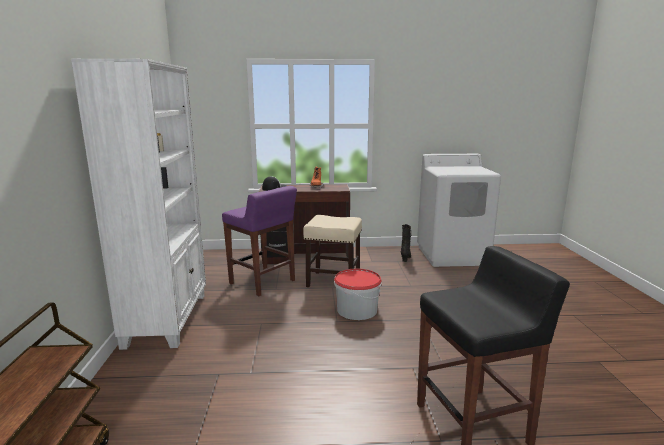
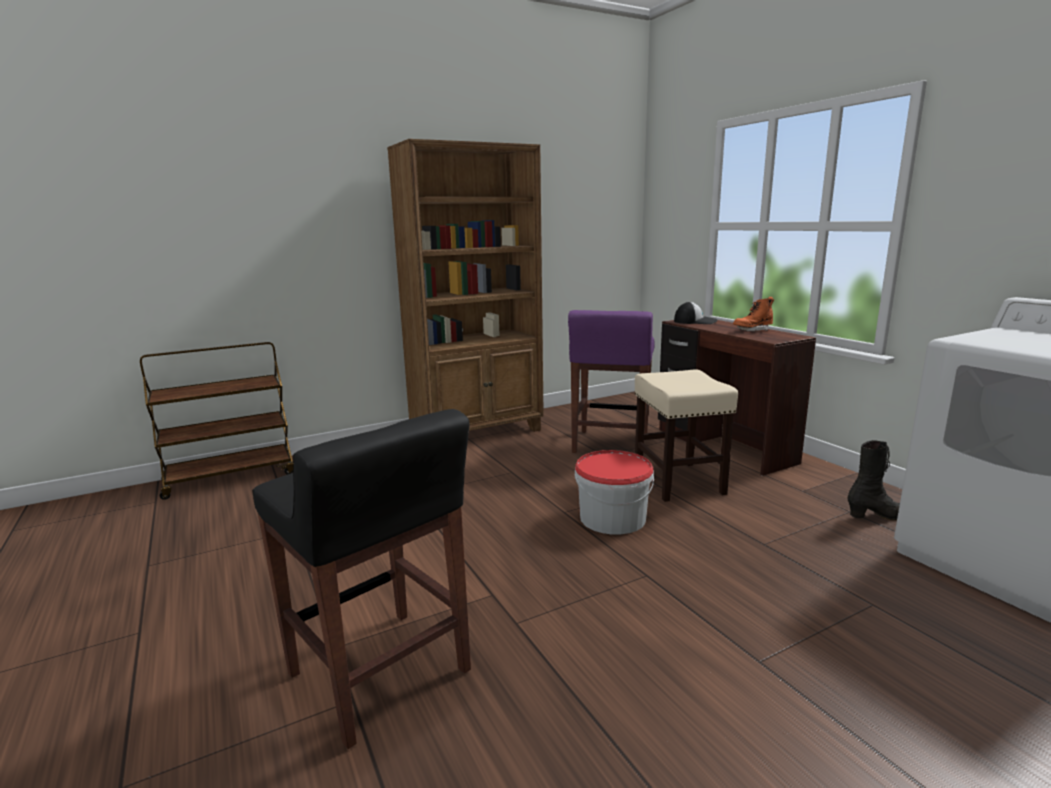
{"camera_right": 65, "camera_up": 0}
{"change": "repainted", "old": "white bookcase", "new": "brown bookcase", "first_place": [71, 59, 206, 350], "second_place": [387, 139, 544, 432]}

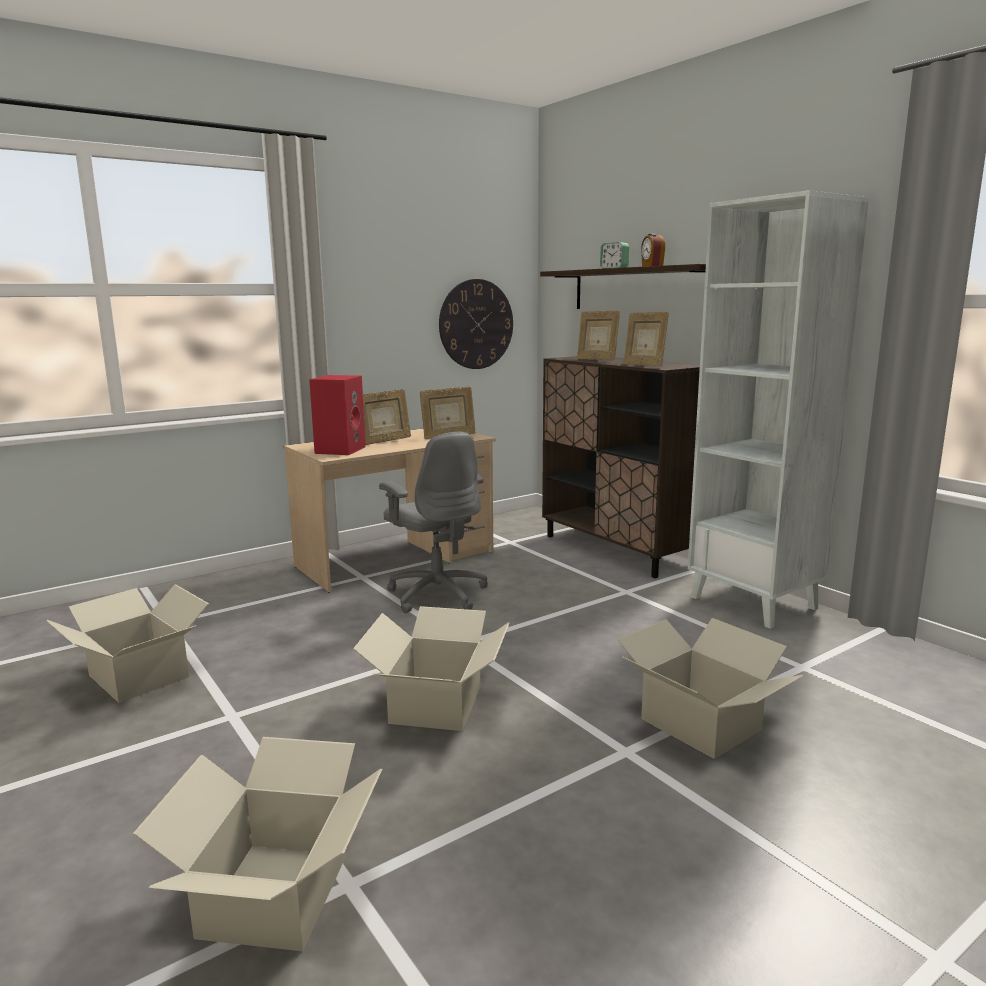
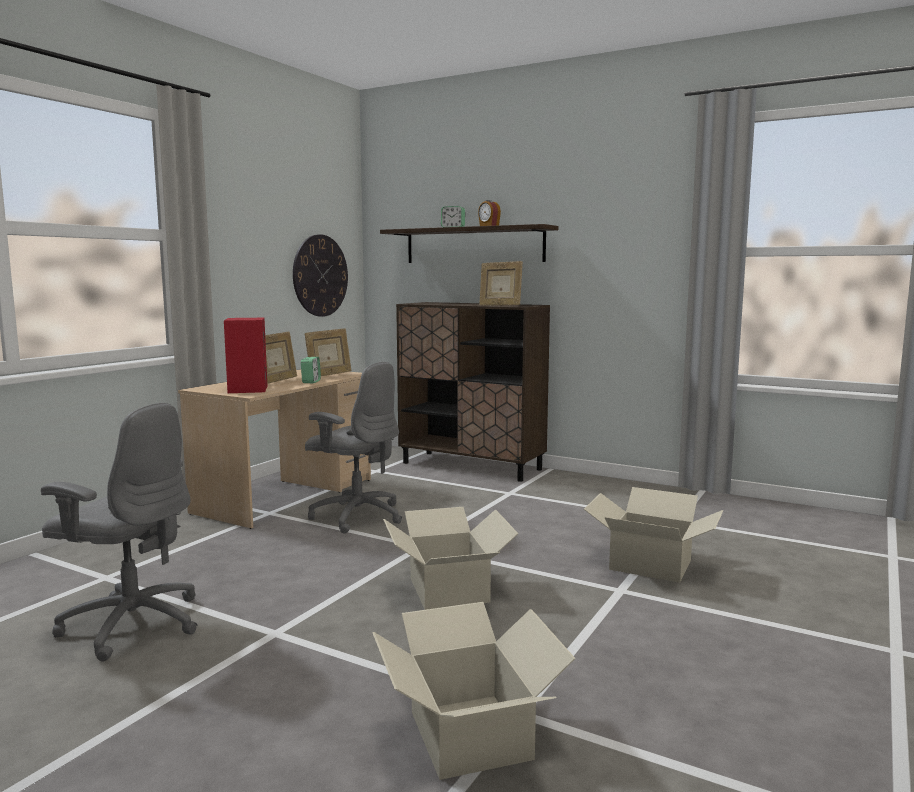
{"camera_right": -25, "camera_up": -5}
{"change": "swapped", "old": "cardboard box", "new": "grey office chair", "first_place": [46, 584, 209, 703], "second_place": [41, 403, 197, 661]}
{"change": "gone", "old": "picture frame", "first_place": [577, 310, 620, 360]}
{"change": "gone", "old": "white bookcase", "first_place": [688, 190, 869, 629]}
{"change": "new", "new": "alarm clock", "second_place": [301, 357, 321, 383]}

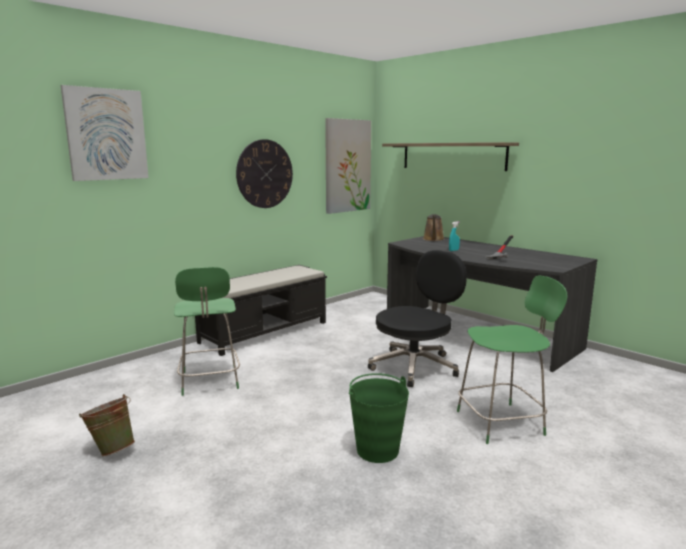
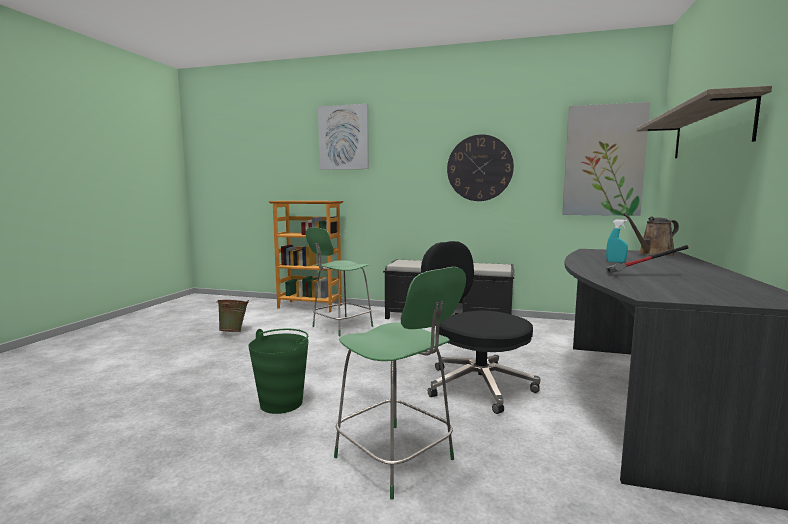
{"camera_right": 60, "camera_up": -5}
{"change": "rotated", "old": "black office chair", "first_place": [368, 250, 467, 387], "second_place": [421, 241, 541, 414], "degrees": -150}
{"change": "new", "new": "bookcase", "second_place": [268, 201, 344, 312]}

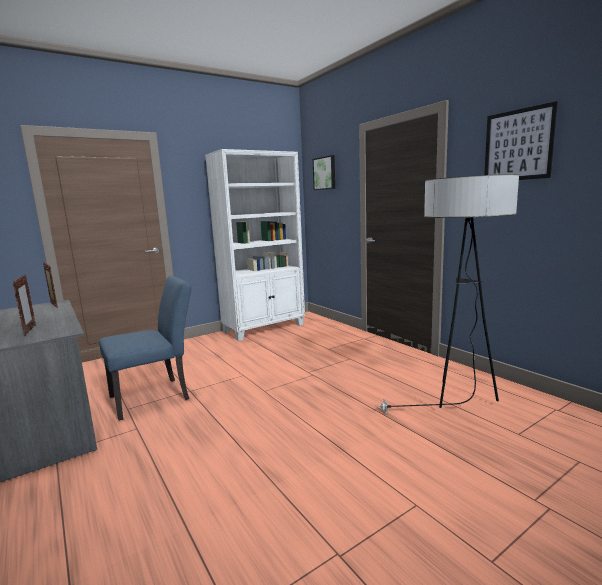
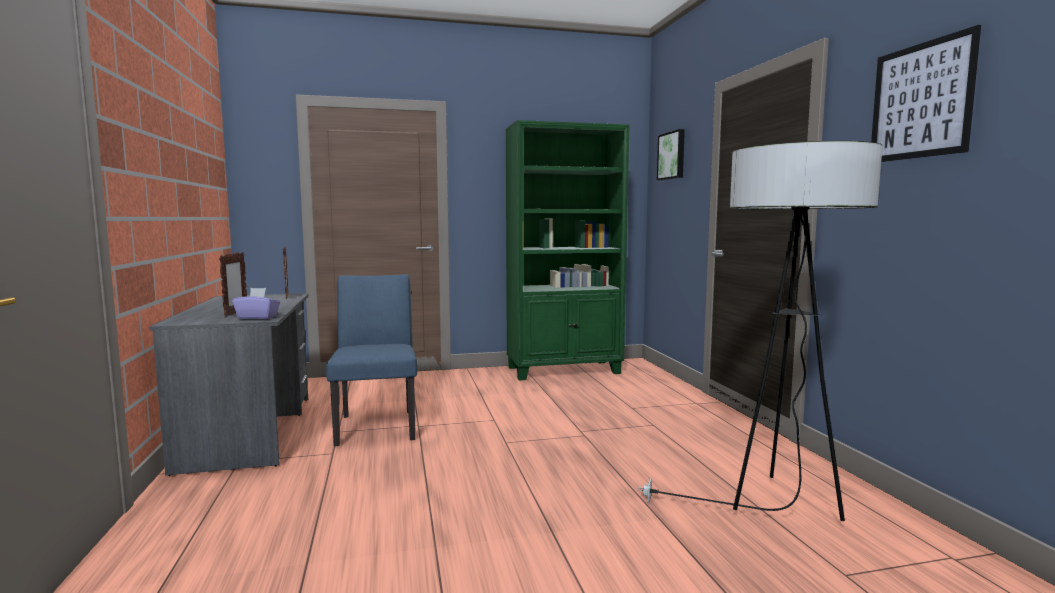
{"camera_right": 20, "camera_up": -5}
{"change": "rotated", "old": "blue chair", "first_place": [99, 276, 192, 421], "second_place": [326, 274, 418, 446], "degrees": -90}
{"change": "repainted", "old": "white bookcase", "new": "green bookcase", "first_place": [205, 149, 305, 341], "second_place": [505, 120, 629, 380]}
{"change": "new", "new": "purple tissue box", "second_place": [232, 288, 280, 319]}

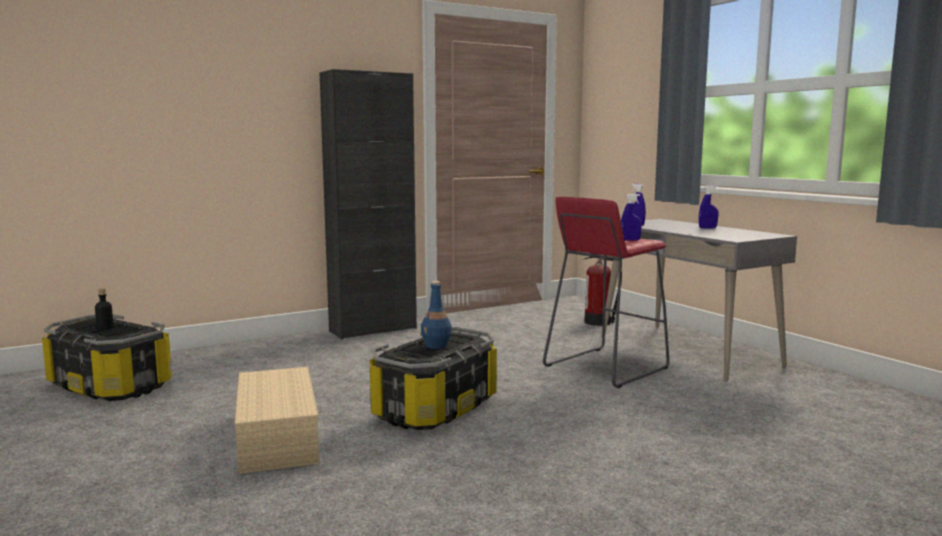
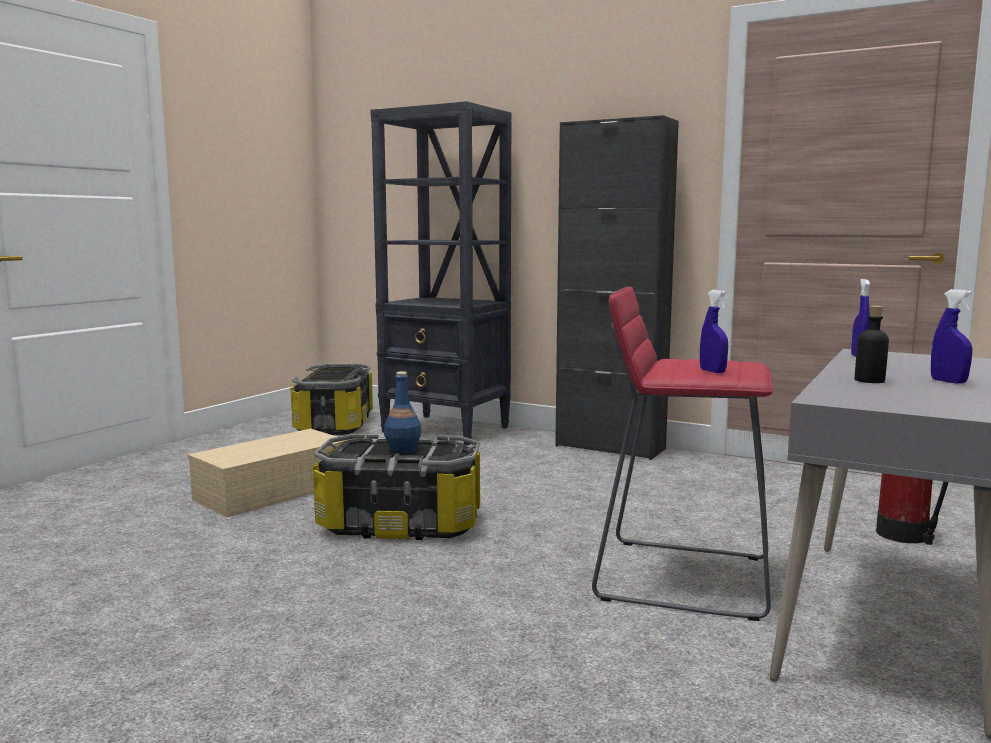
{"camera_right": 60, "camera_up": 0}
{"change": "shifted", "old": "black bottle", "first_place": [95, 289, 113, 330], "second_place": [855, 306, 889, 383]}
{"change": "new", "new": "black bookcase", "second_place": [370, 101, 512, 445]}

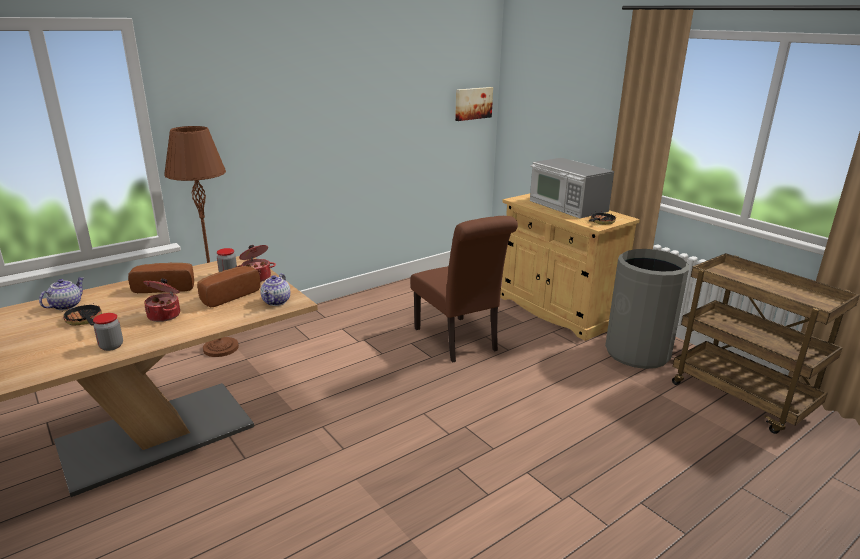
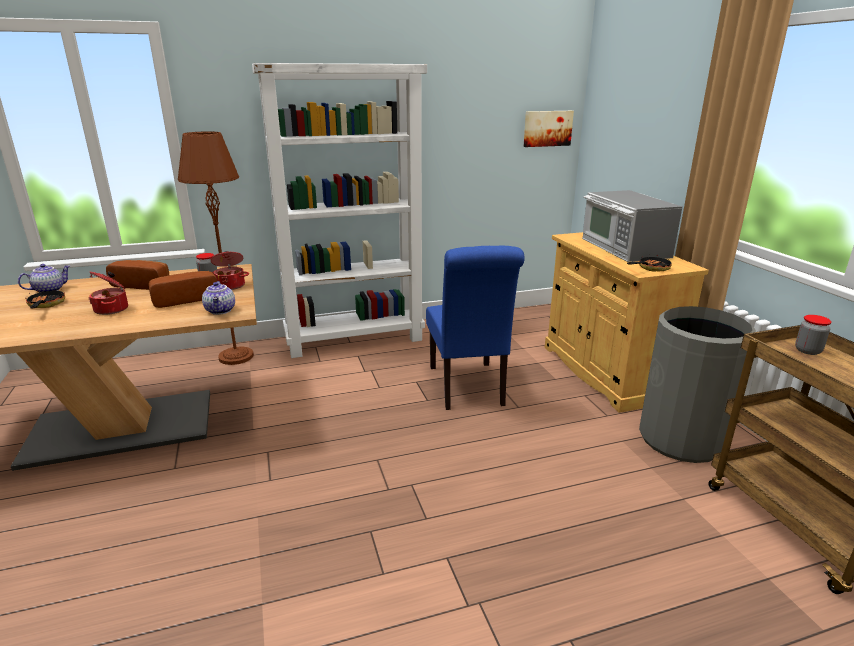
{"camera_right": 20, "camera_up": 0}
{"change": "shifted", "old": "jar", "first_place": [93, 313, 123, 351], "second_place": [795, 315, 831, 355]}
{"change": "rotated", "old": "teapot", "first_place": [260, 273, 290, 306], "second_place": [202, 281, 235, 315], "degrees": -45}
{"change": "repainted", "old": "brown chair", "new": "blue chair", "first_place": [411, 216, 518, 363], "second_place": [426, 246, 525, 410]}
{"change": "new", "new": "white bookcase", "second_place": [252, 63, 427, 358]}

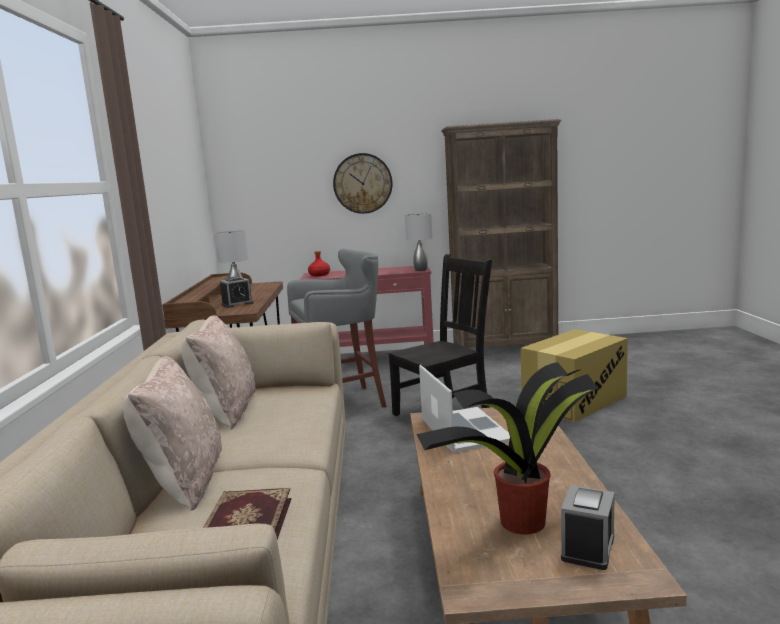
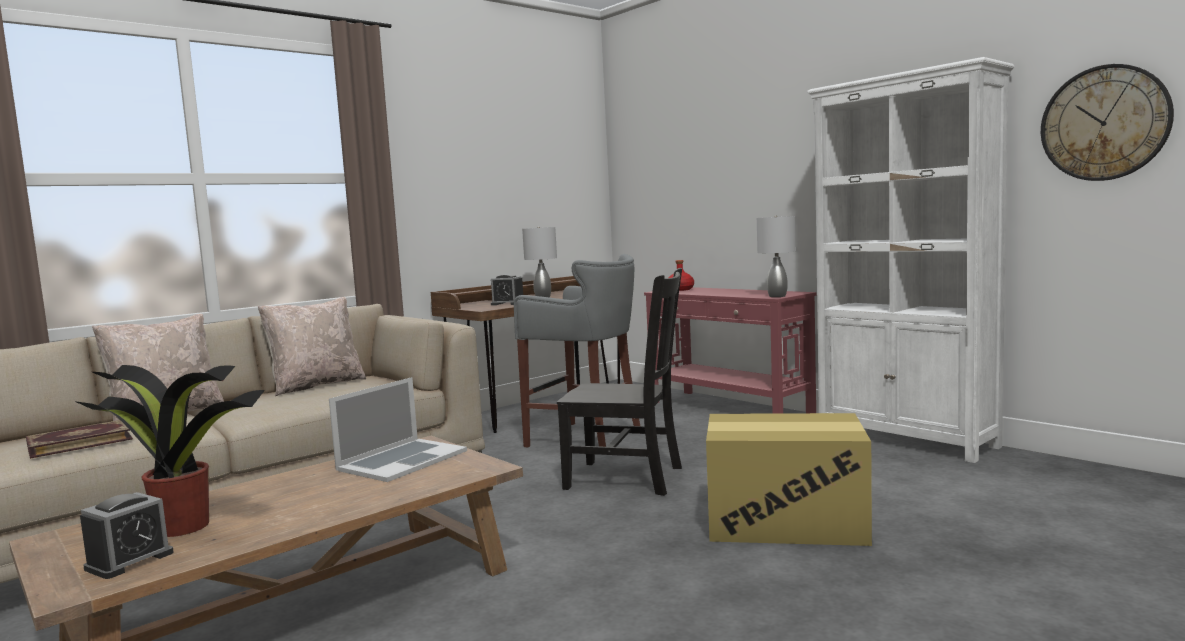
{"camera_right": 50, "camera_up": -5}
{"change": "shifted", "old": "wall clock", "first_place": [333, 153, 393, 214], "second_place": [1041, 64, 1174, 181]}
{"change": "repainted", "old": "brown bookcase", "new": "white bookcase", "first_place": [441, 119, 561, 348], "second_place": [807, 57, 1015, 463]}
{"change": "rotated", "old": "alarm clock", "first_place": [561, 485, 615, 570], "second_place": [80, 492, 174, 579], "degrees": -45}

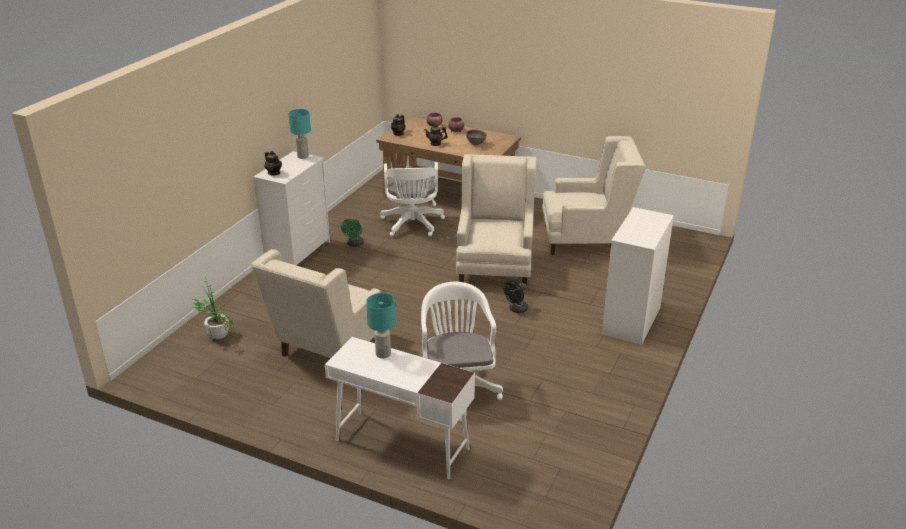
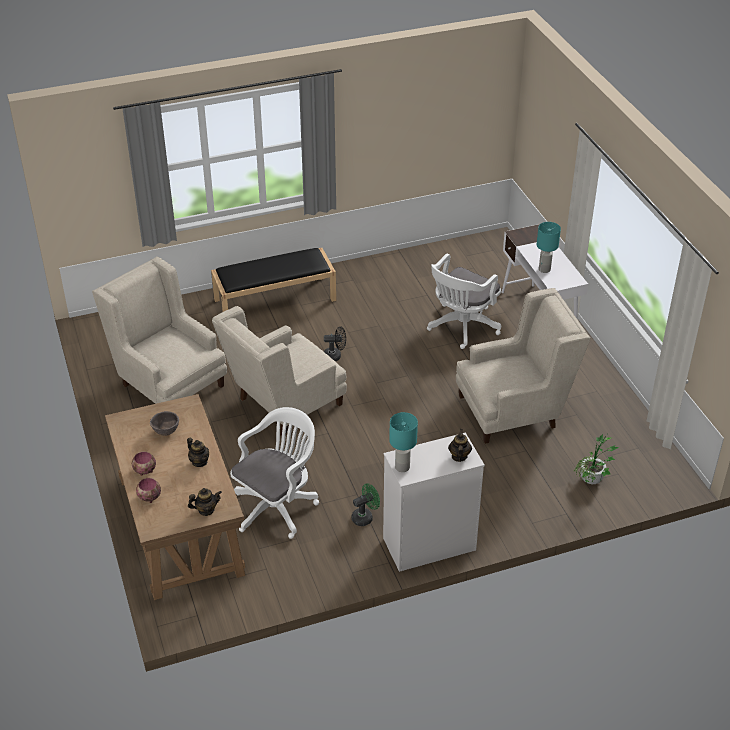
{"camera_right": -135, "camera_up": 10}
{"change": "swapped", "old": "white dresser", "new": "black bench", "first_place": [602, 207, 674, 345], "second_place": [211, 248, 336, 312]}

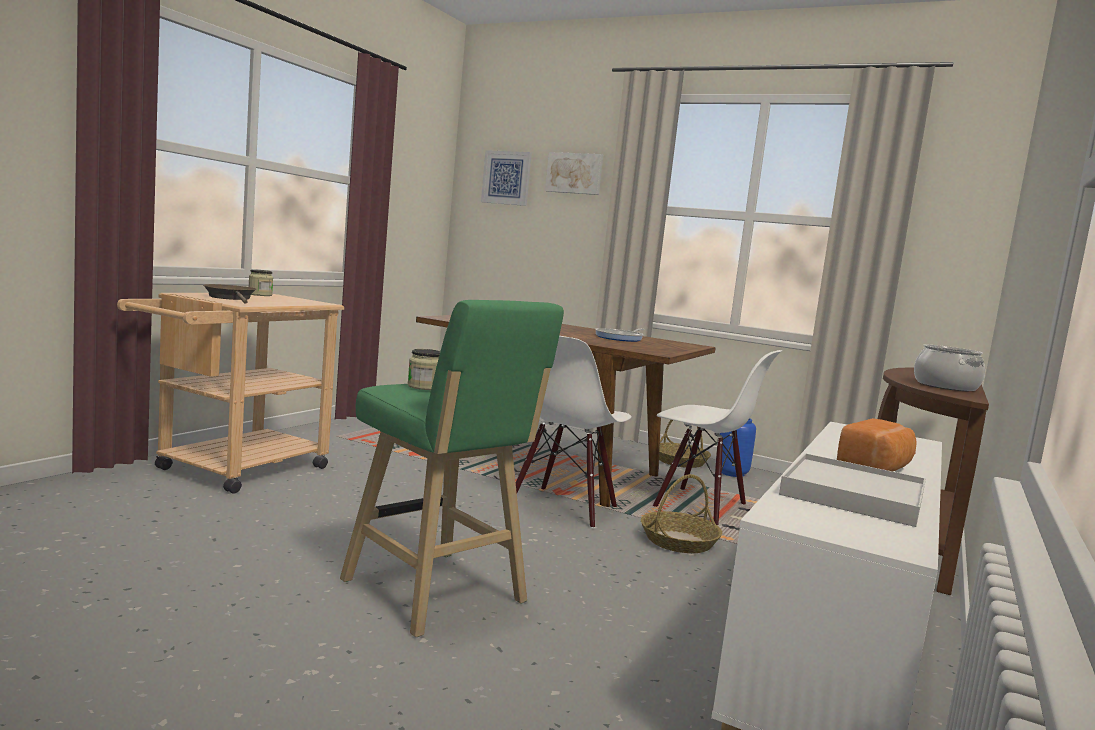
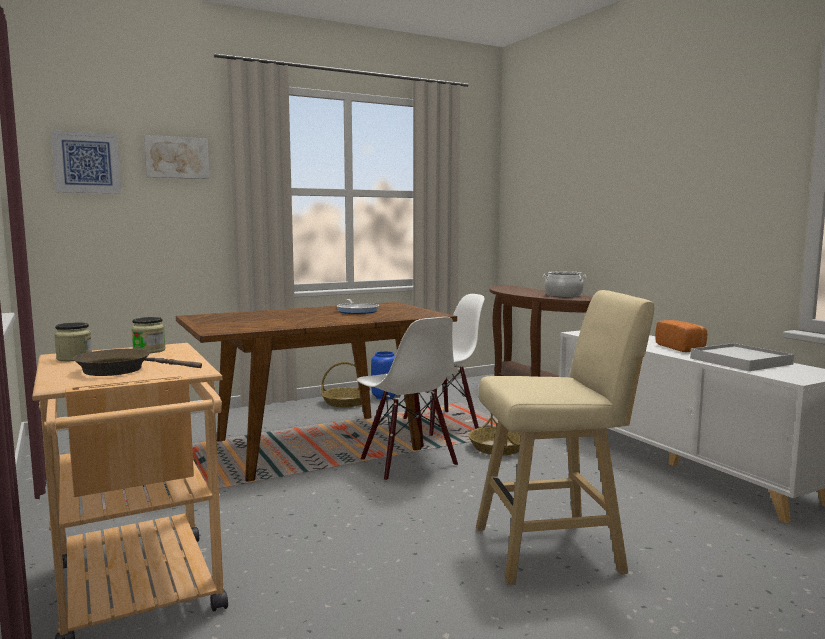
{"camera_right": -55, "camera_up": 0}
{"change": "repainted", "old": "green stool", "new": "beige stool", "first_place": [340, 300, 564, 637], "second_place": [476, 290, 654, 585]}
{"change": "shifted", "old": "jar", "first_place": [407, 349, 440, 390], "second_place": [131, 317, 166, 353]}

